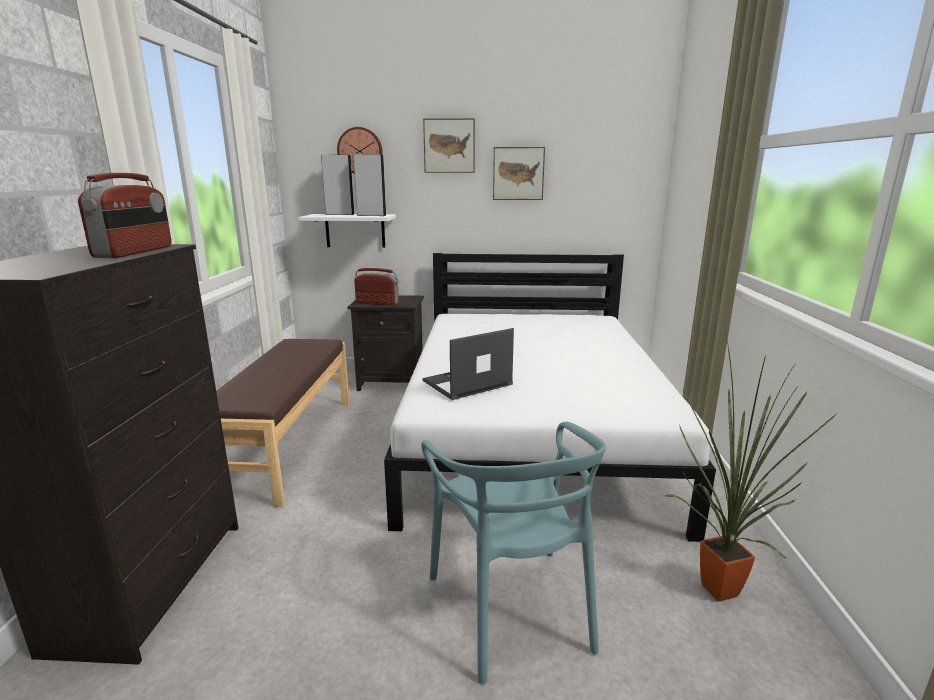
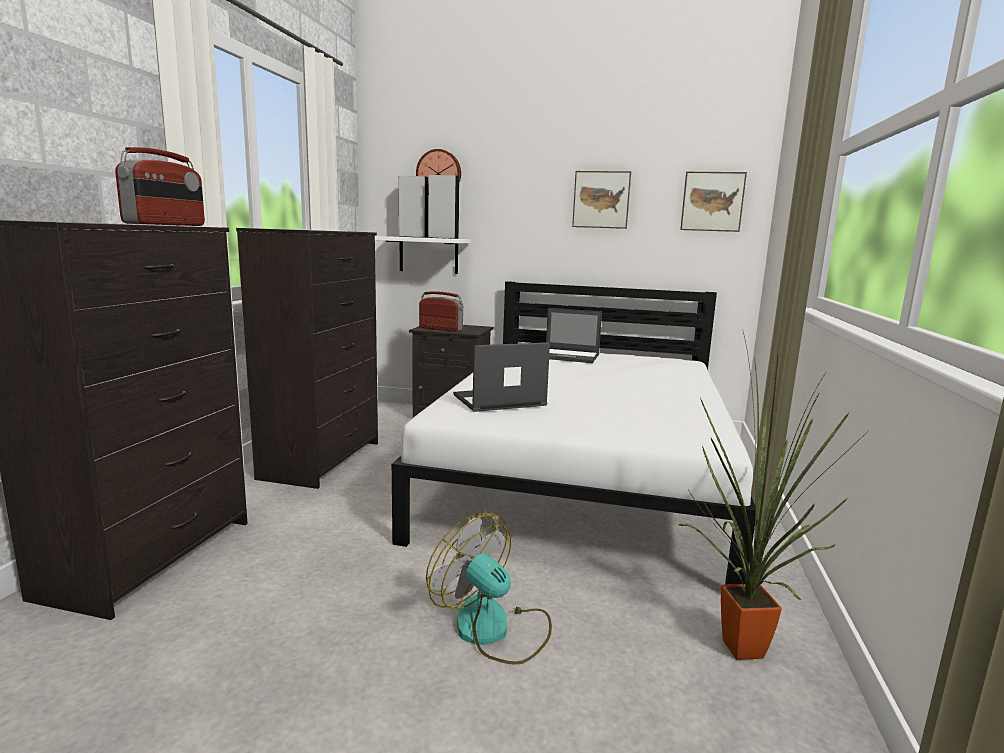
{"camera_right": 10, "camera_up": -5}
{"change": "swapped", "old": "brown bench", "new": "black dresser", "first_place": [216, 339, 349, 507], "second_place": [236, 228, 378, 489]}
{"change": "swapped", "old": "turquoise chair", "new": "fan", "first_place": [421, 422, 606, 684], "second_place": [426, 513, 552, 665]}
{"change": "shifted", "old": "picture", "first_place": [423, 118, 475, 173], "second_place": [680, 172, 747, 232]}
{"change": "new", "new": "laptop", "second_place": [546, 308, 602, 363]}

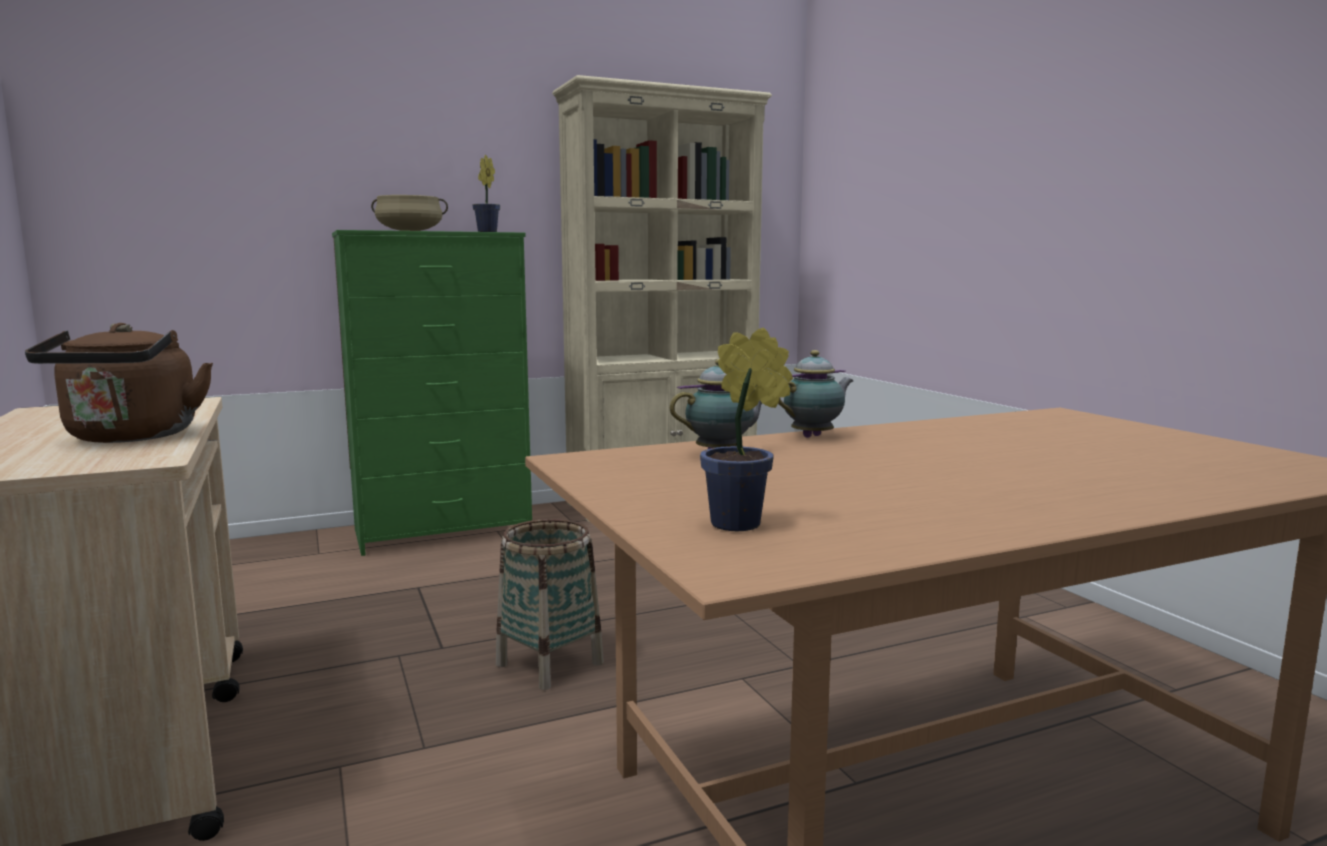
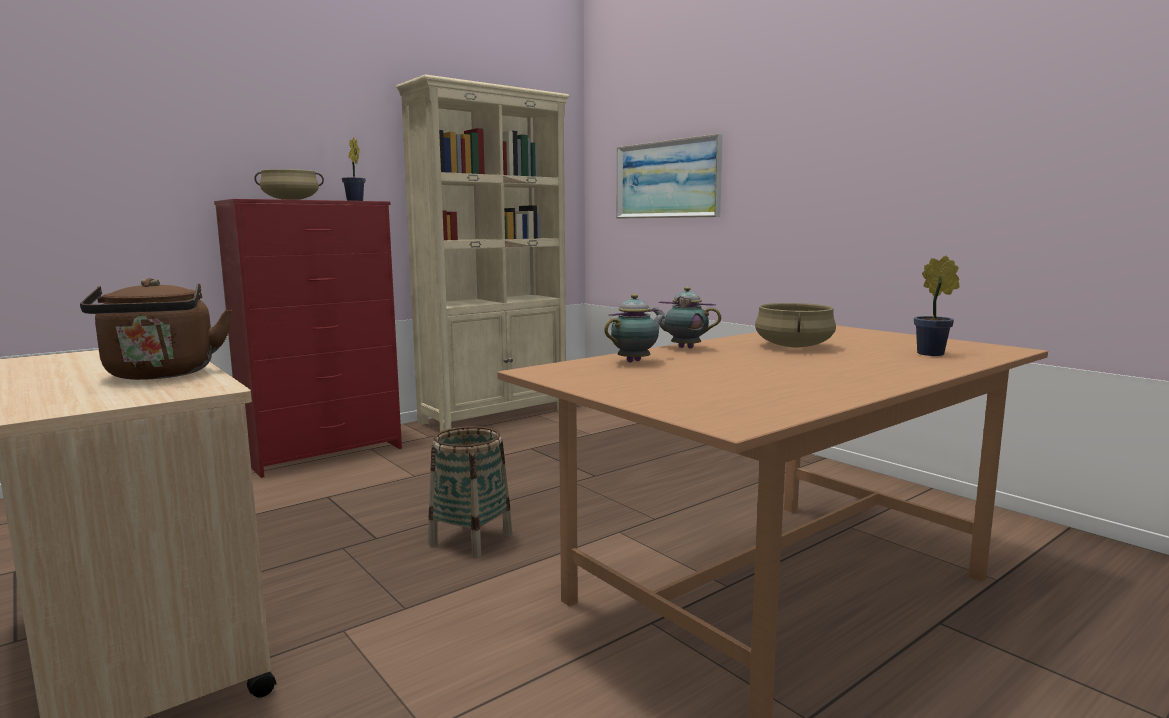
{"camera_right": -15, "camera_up": 0}
{"change": "repainted", "old": "green dresser", "new": "red dresser", "first_place": [332, 230, 532, 556], "second_place": [214, 199, 402, 478]}
{"change": "shifted", "old": "potted plant", "first_place": [700, 327, 793, 531], "second_place": [914, 256, 960, 356]}
{"change": "rotated", "old": "teapot", "first_place": [778, 350, 853, 438], "second_place": [651, 287, 721, 349], "degrees": -105}
{"change": "new", "new": "picture", "second_place": [617, 134, 723, 218]}
{"change": "new", "new": "beige cooking pot", "second_place": [755, 303, 836, 347]}

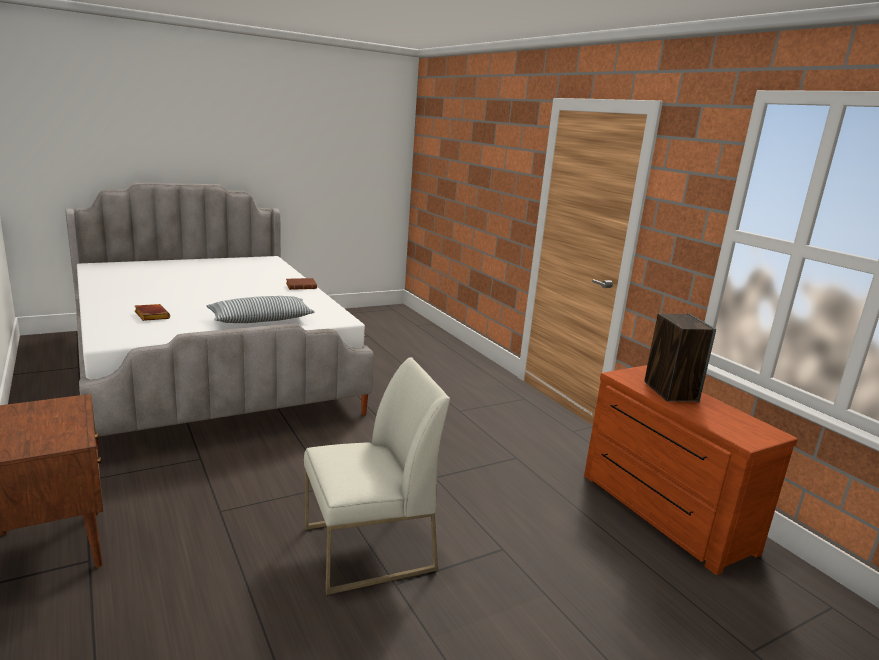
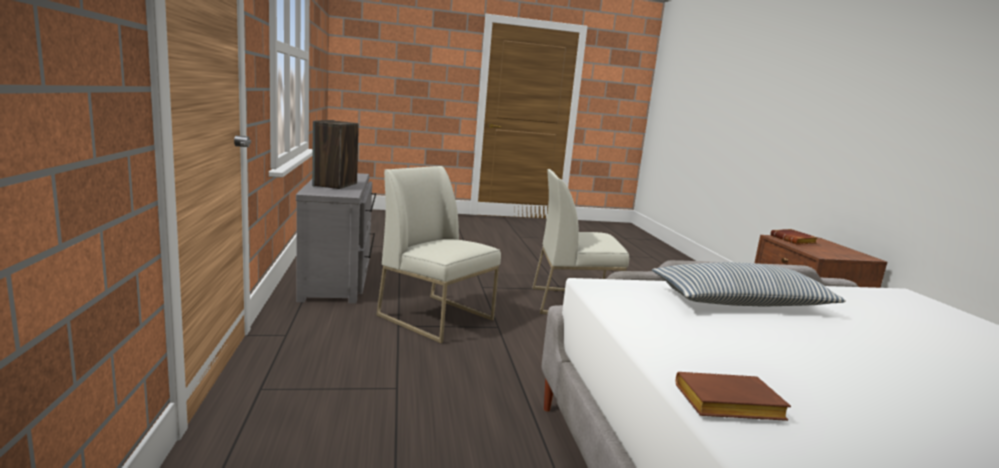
{"camera_right": -160, "camera_up": -5}
{"change": "shifted", "old": "brown book", "first_place": [134, 304, 170, 321], "second_place": [770, 229, 818, 245]}
{"change": "repainted", "old": "brown dresser", "new": "grey dresser", "first_place": [584, 365, 798, 575], "second_place": [296, 173, 376, 303]}
{"change": "new", "new": "white chair", "second_place": [376, 166, 501, 343]}

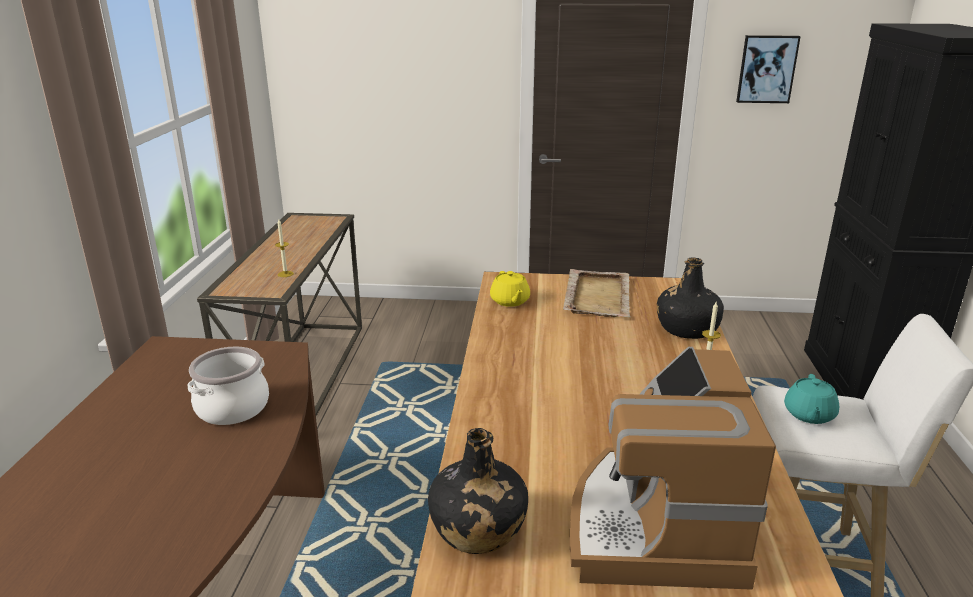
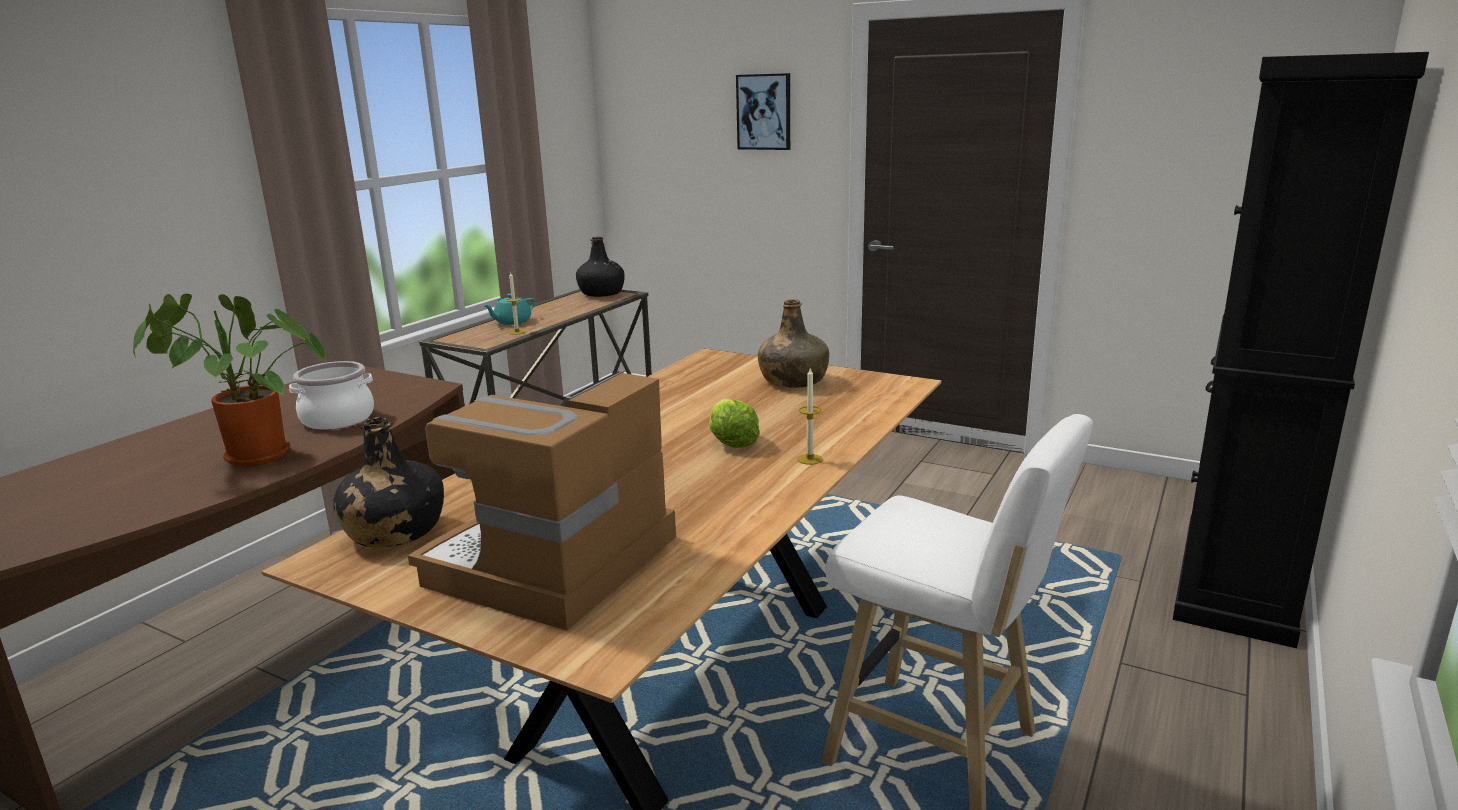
{"camera_right": 25, "camera_up": -5}
{"change": "gone", "old": "yellow teapot", "first_place": [490, 271, 530, 307]}
{"change": "swapped", "old": "beige tray", "new": "green bottle", "first_place": [563, 269, 631, 317], "second_place": [758, 299, 829, 388]}
{"change": "shifted", "old": "black bottle", "first_place": [657, 257, 724, 339], "second_place": [576, 236, 625, 297]}
{"change": "shifted", "old": "picture", "first_place": [736, 35, 801, 103], "second_place": [736, 73, 790, 150]}
{"change": "shifted", "old": "turquoise teapot", "first_place": [784, 374, 839, 424], "second_place": [484, 293, 535, 325]}
{"change": "new", "new": "potted plant", "second_place": [133, 294, 327, 466]}
{"change": "new", "new": "lettuce", "second_place": [709, 398, 760, 448]}

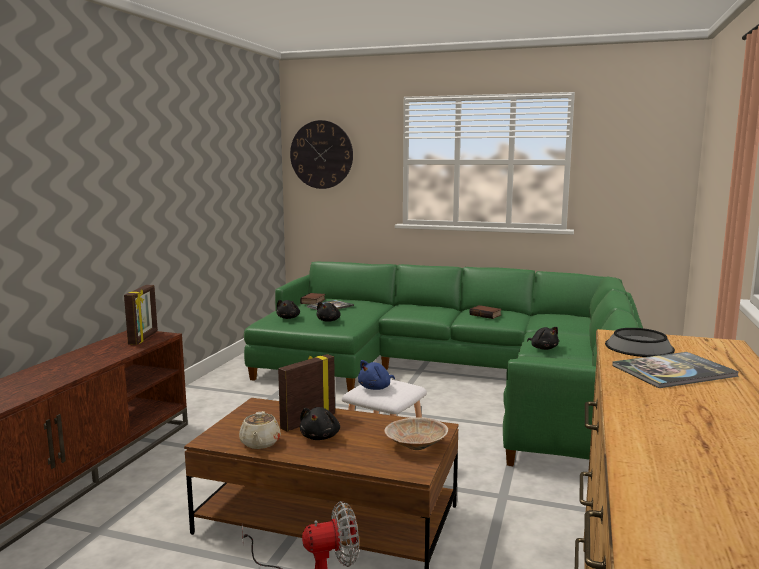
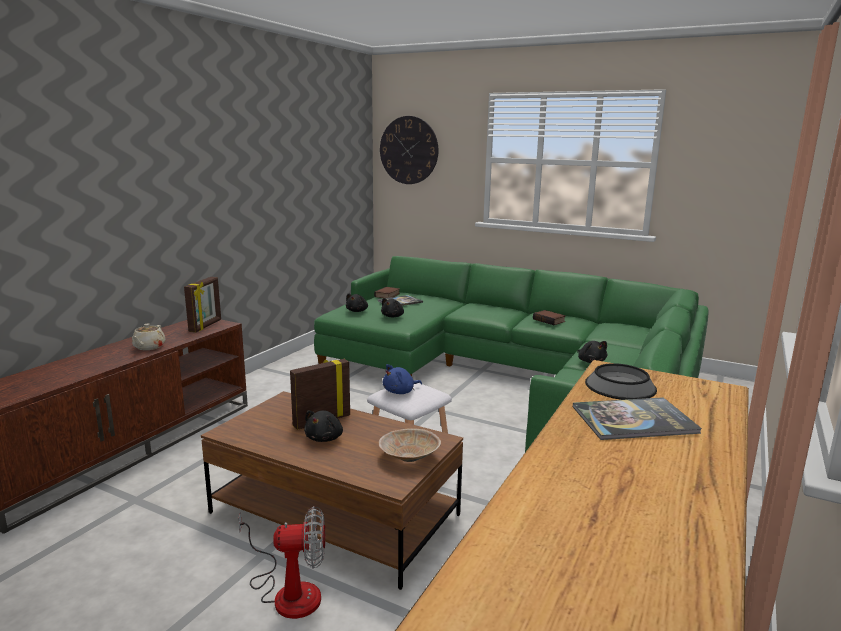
{"camera_right": 10, "camera_up": 5}
{"change": "shifted", "old": "beige teapot", "first_place": [239, 411, 281, 449], "second_place": [132, 324, 166, 350]}

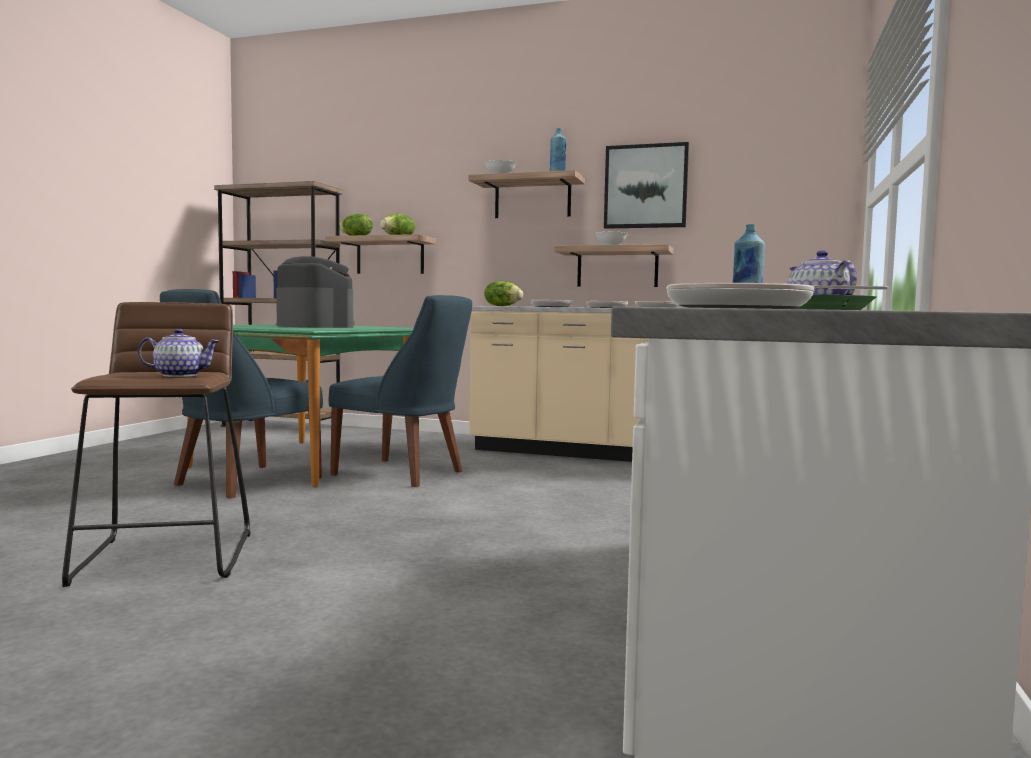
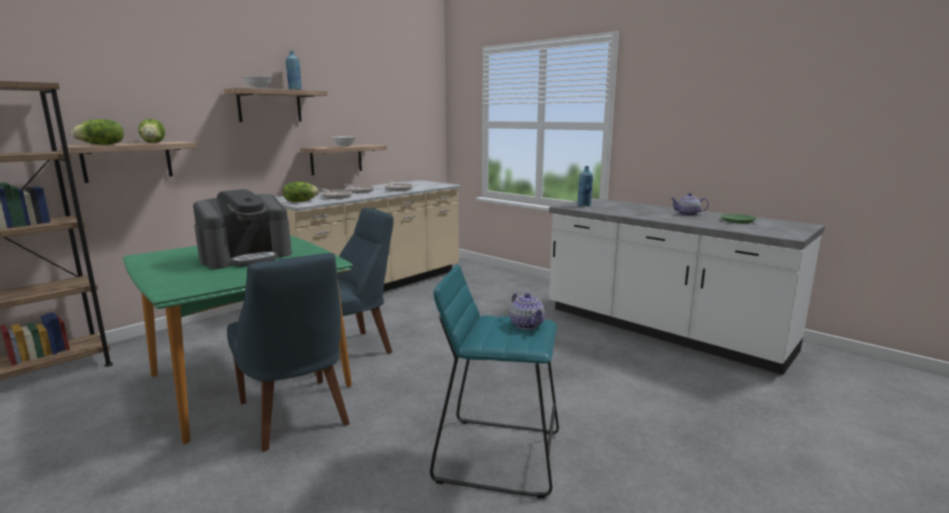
{"camera_right": -65, "camera_up": 10}
{"change": "repainted", "old": "brown stool", "new": "turquoise stool", "first_place": [62, 302, 251, 587], "second_place": [430, 264, 559, 498]}
{"change": "rotated", "old": "teapot", "first_place": [137, 329, 220, 377], "second_place": [510, 293, 545, 330], "degrees": 135}
{"change": "rotated", "old": "coffee machine", "first_place": [276, 256, 355, 328], "second_place": [193, 189, 292, 269], "degrees": 150}
{"change": "gone", "old": "picture", "first_place": [604, 142, 689, 229]}
{"change": "gone", "old": "frying pan", "first_place": [667, 283, 888, 309]}

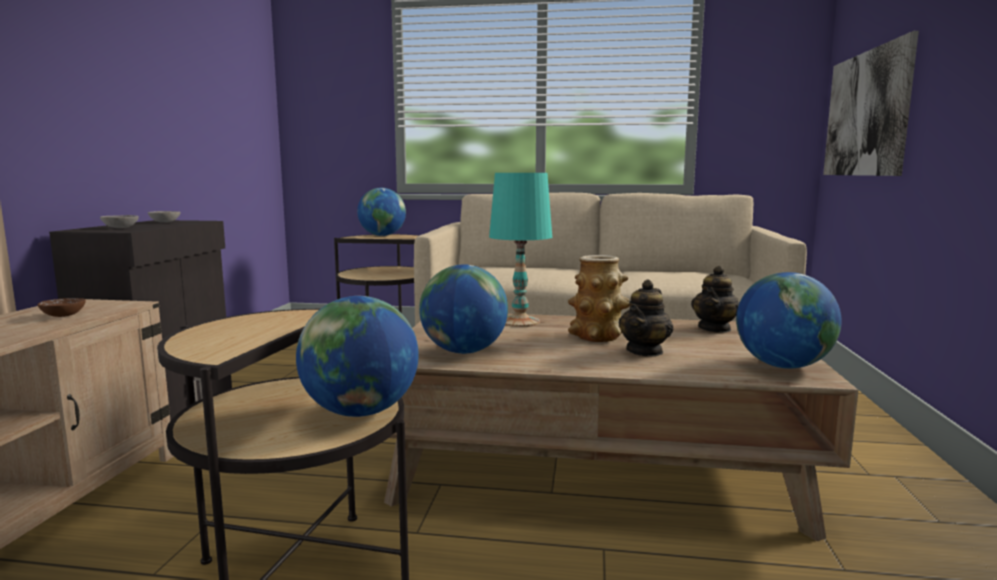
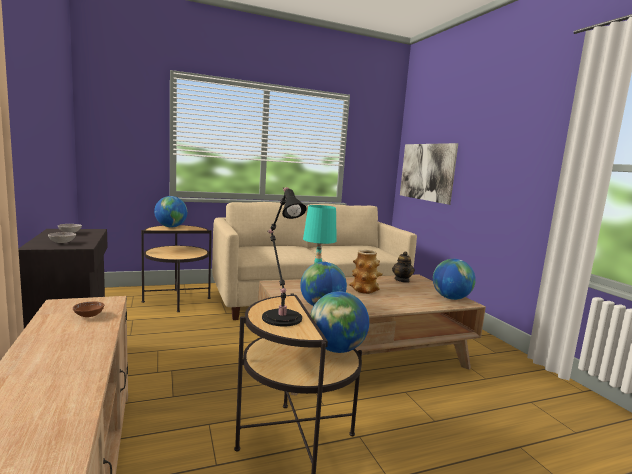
{"camera_right": -30, "camera_up": 0}
{"change": "gone", "old": "teapot", "first_place": [619, 280, 673, 357]}
{"change": "new", "new": "black table lamp", "second_place": [262, 187, 307, 326]}

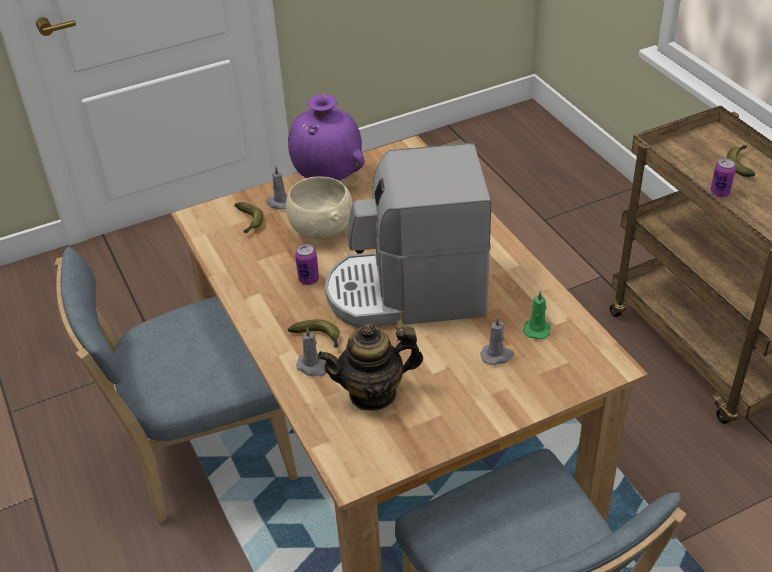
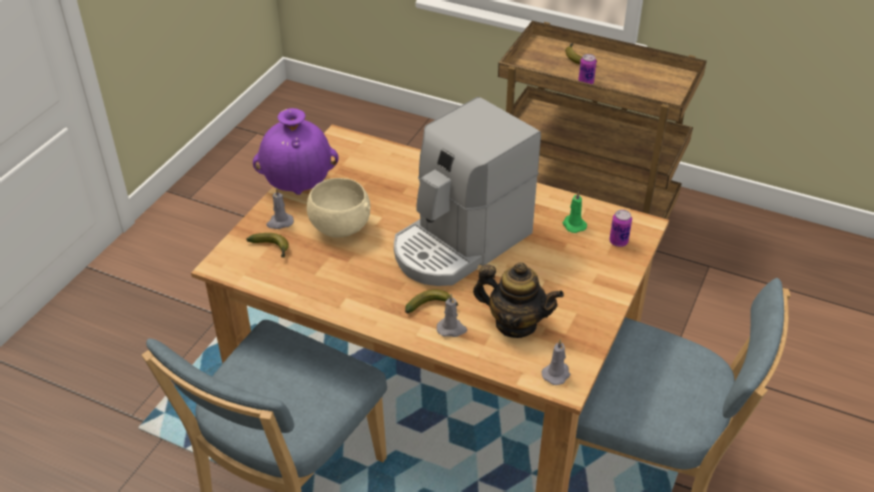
{"camera_right": -40, "camera_up": 0}
{"change": "shifted", "old": "can", "first_place": [295, 244, 319, 285], "second_place": [609, 210, 632, 247]}
{"change": "rotated", "old": "teapot", "first_place": [317, 323, 423, 411], "second_place": [473, 262, 564, 338], "degrees": -105}
{"change": "shifted", "old": "grey candle", "first_place": [480, 317, 514, 365], "second_place": [541, 339, 571, 385]}

